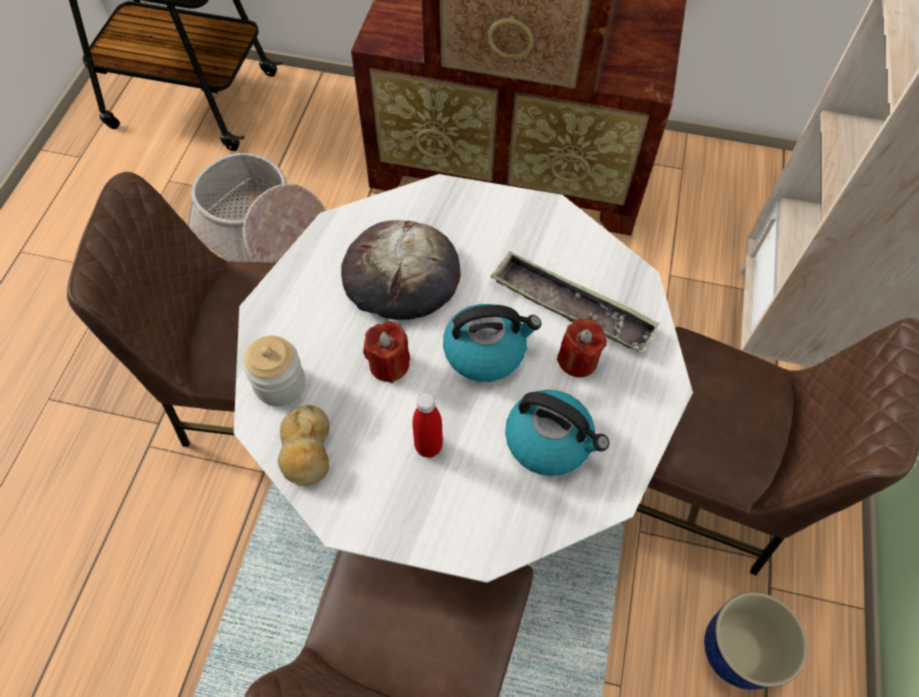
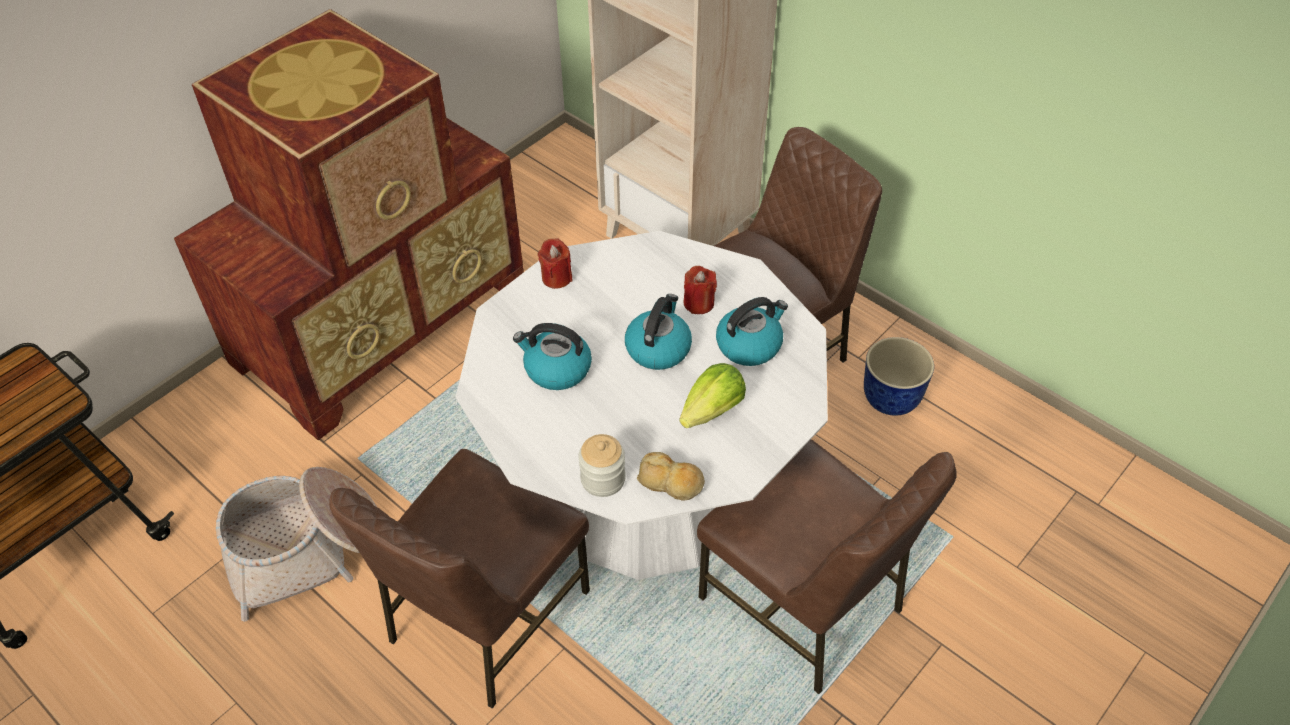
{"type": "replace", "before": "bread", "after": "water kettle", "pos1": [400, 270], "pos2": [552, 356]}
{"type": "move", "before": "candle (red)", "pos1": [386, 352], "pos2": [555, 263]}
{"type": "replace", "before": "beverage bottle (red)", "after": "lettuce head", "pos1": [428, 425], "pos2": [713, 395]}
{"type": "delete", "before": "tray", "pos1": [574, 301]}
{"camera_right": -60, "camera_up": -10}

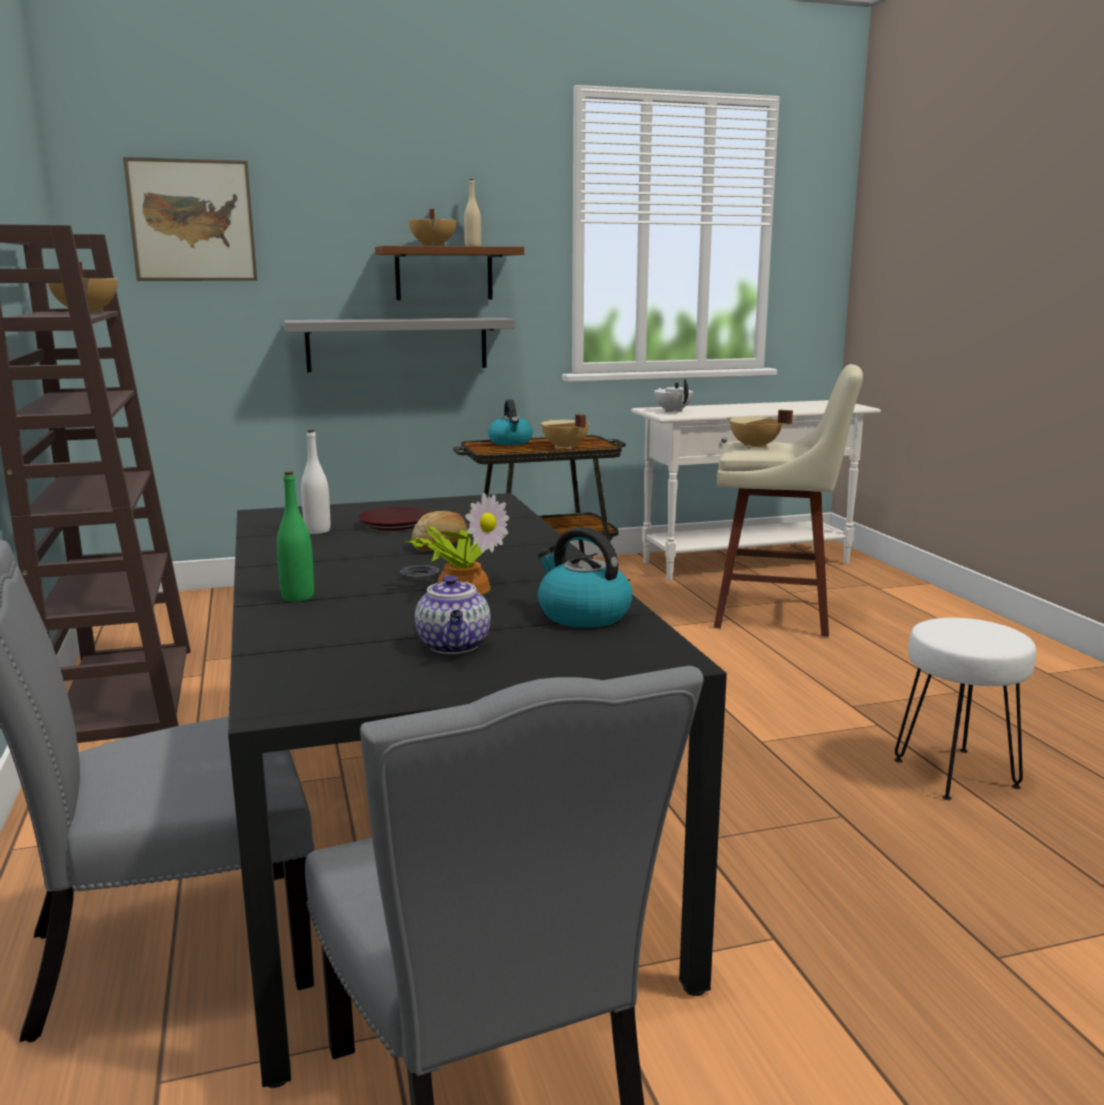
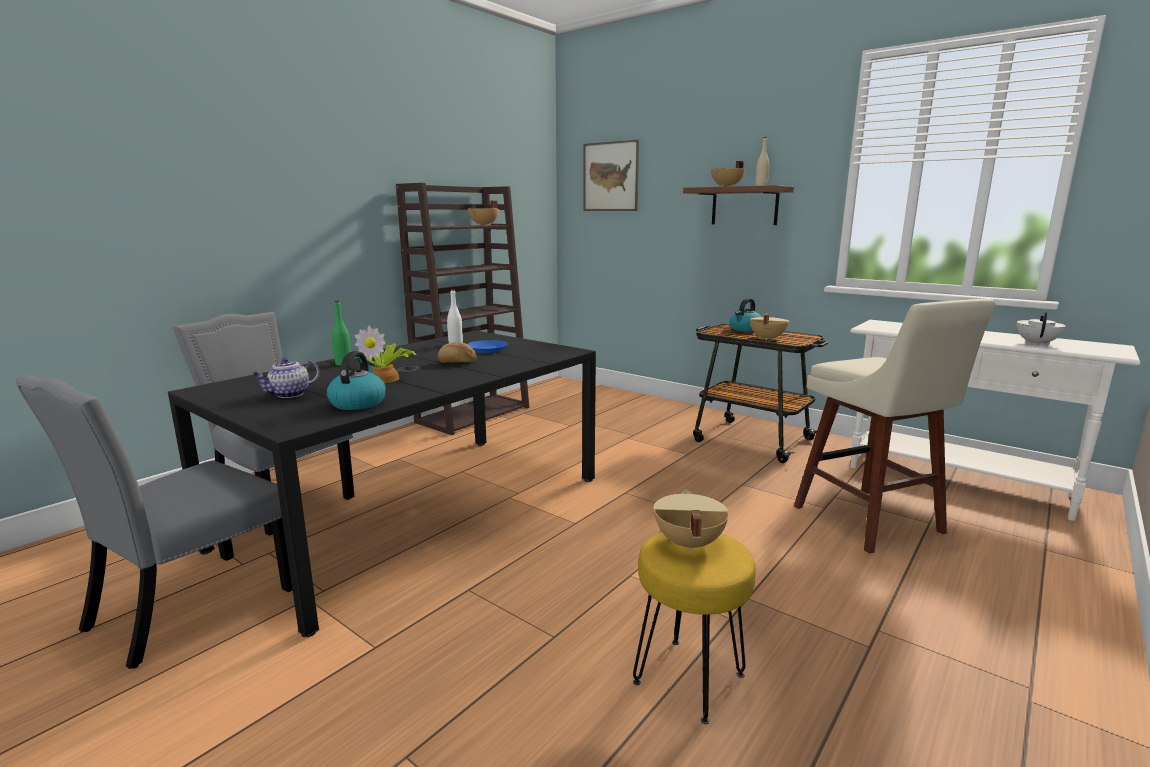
{"type": "delete", "before": "bracket shelf (greyish)", "pos1": [399, 344]}
{"type": "recolor", "before": "flat dish (brownish)", "after": "flat dish (blue-coloured)", "pos1": [393, 519], "pos2": [488, 346]}
{"type": "move", "before": "pot for tea (white-coloured)", "pos1": [673, 396], "pos2": [1041, 329]}
{"type": "move", "before": "saucepot (beige-coloured)", "pos1": [760, 429], "pos2": [691, 521]}
{"type": "recolor", "before": "stool seat (white-coloured)", "after": "stool seat (yellowish)", "pos1": [965, 709], "pos2": [694, 628]}
{"camera_right": 55, "camera_up": 0}

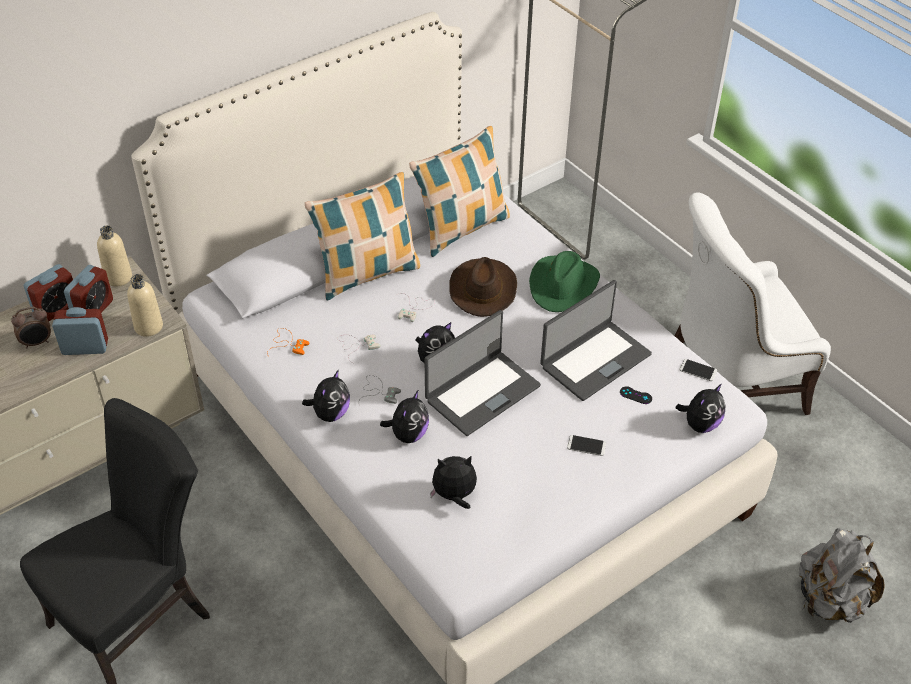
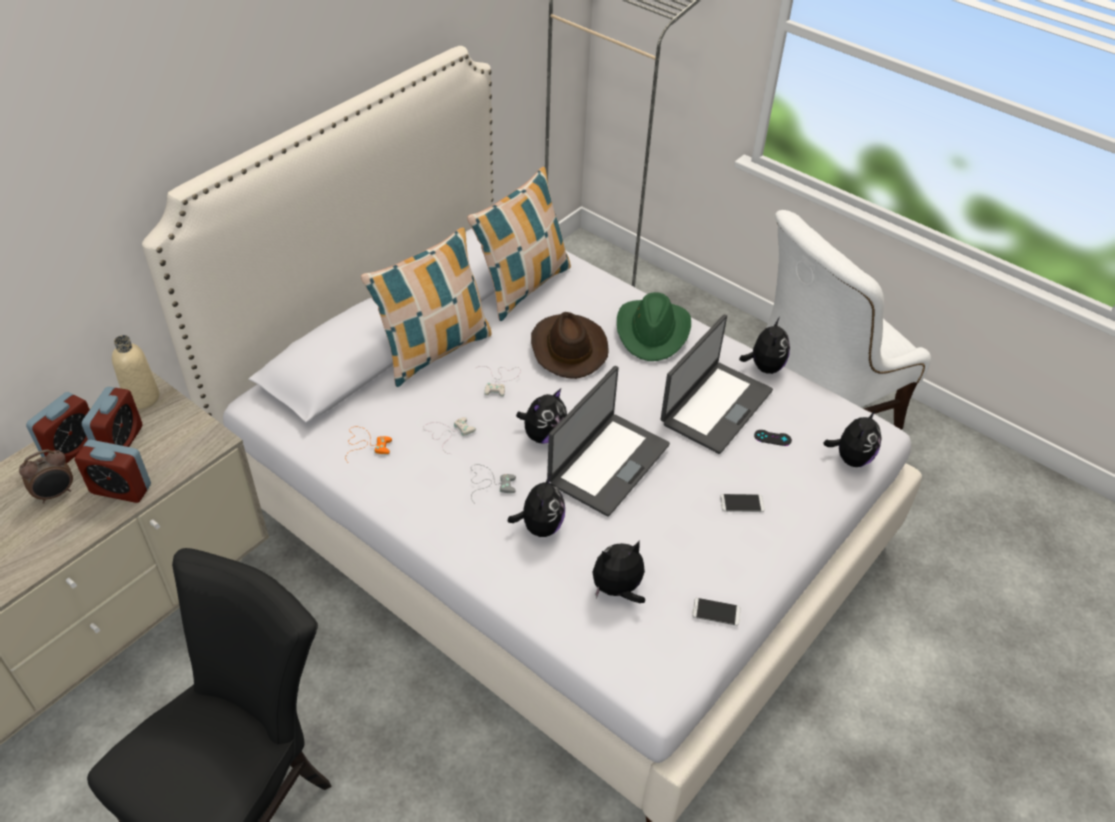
{"type": "rotate", "before": "table clock", "pos1": [80, 331], "pos2": [113, 471], "turn": -150}
{"type": "delete", "before": "beverage bottle (beige-coloured)", "pos1": [145, 305]}
{"type": "move", "before": "plush toy", "pos1": [326, 395], "pos2": [764, 345]}
{"type": "move", "before": "telephone", "pos1": [698, 370], "pos2": [716, 612]}
{"type": "delete", "before": "backpack (greyish)", "pos1": [841, 575]}
{"camera_right": -15, "camera_up": 0}

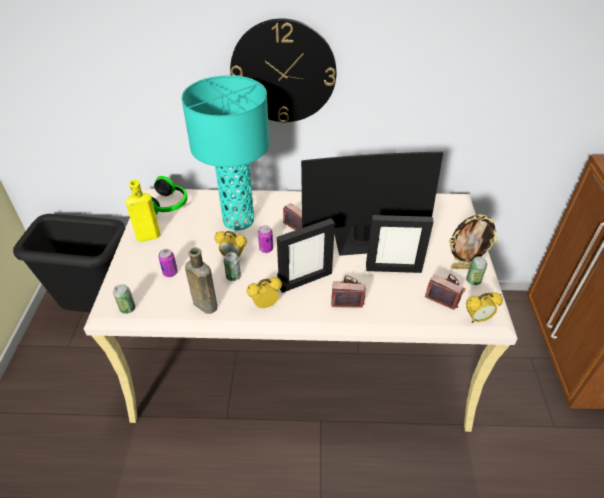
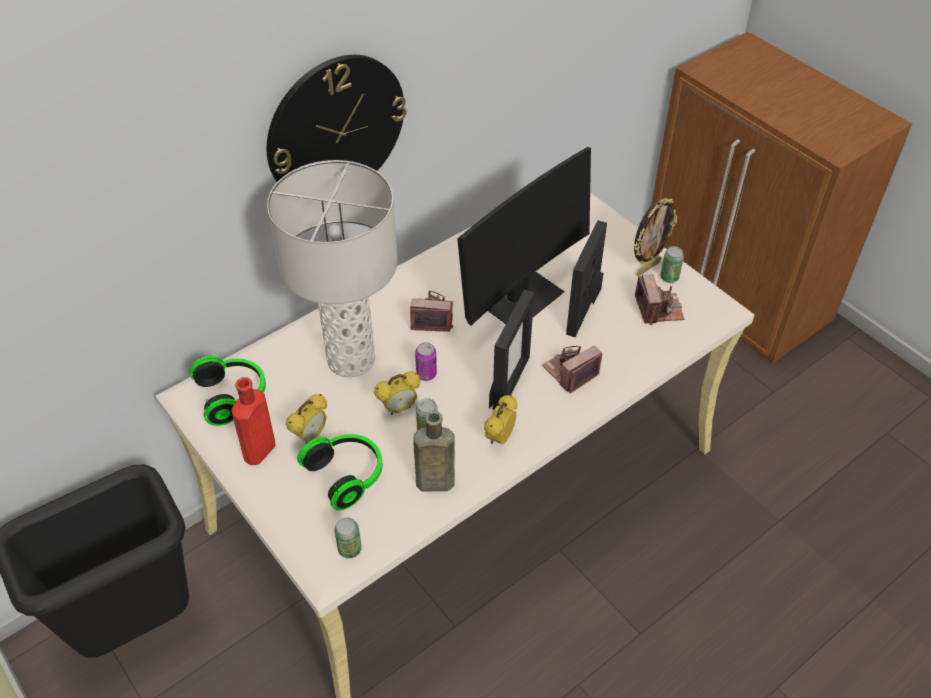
{"type": "recolor", "before": "beverage bottle (yellowish)", "after": "beverage bottle (red)", "pos1": [143, 211], "pos2": [253, 421]}
{"type": "replace", "before": "can", "after": "headphones", "pos1": [168, 263], "pos2": [339, 472]}
{"type": "recolor", "before": "tabletop lamp (turquoise)", "after": "tabletop lamp (white-coloured)", "pos1": [225, 152], "pos2": [332, 268]}
{"type": "rotate", "before": "picture frame", "pos1": [400, 244], "pos2": [586, 278], "turn": 150}
{"type": "rotate", "before": "photo camera", "pos1": [445, 292], "pos2": [659, 299], "turn": 90}
{"type": "move", "before": "table clock", "pos1": [484, 307], "pos2": [306, 419]}
{"camera_right": -40, "camera_up": 5}

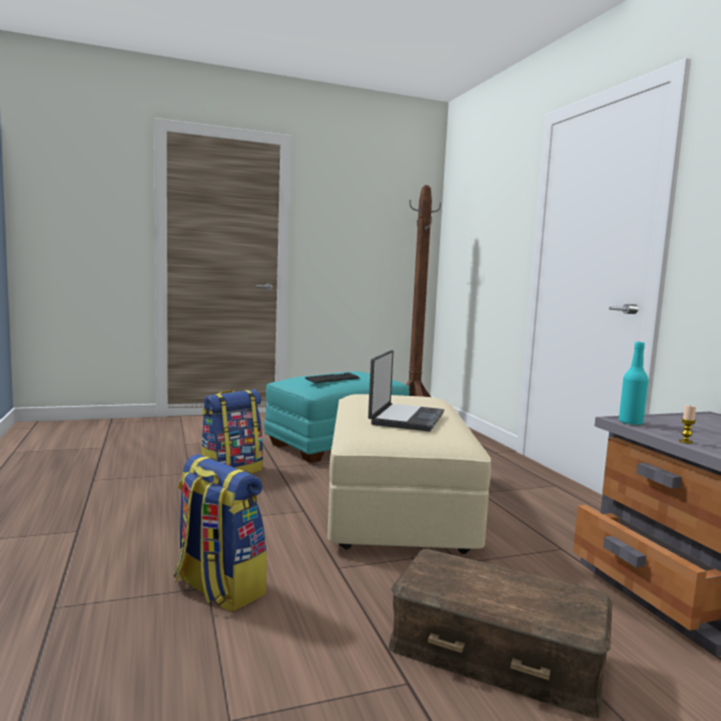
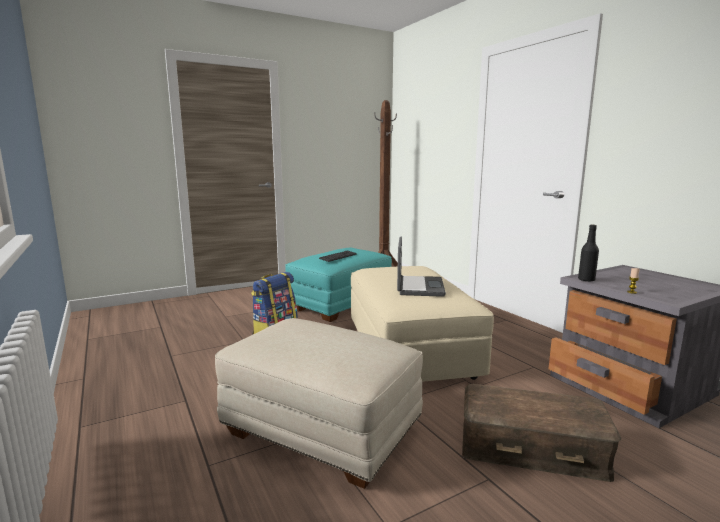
{"type": "replace", "before": "backpack", "after": "ottoman (beige-coloured)", "pos1": [220, 533], "pos2": [319, 403]}
{"type": "recolor", "before": "beverage bottle (turquoise)", "after": "beverage bottle (blackish)", "pos1": [633, 383], "pos2": [588, 253]}
{"camera_right": -10, "camera_up": 5}

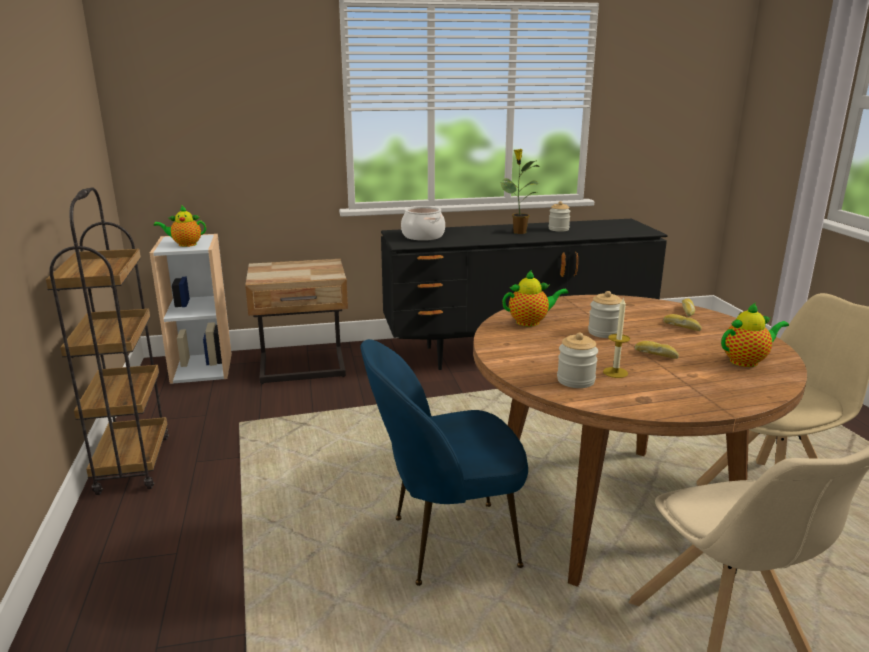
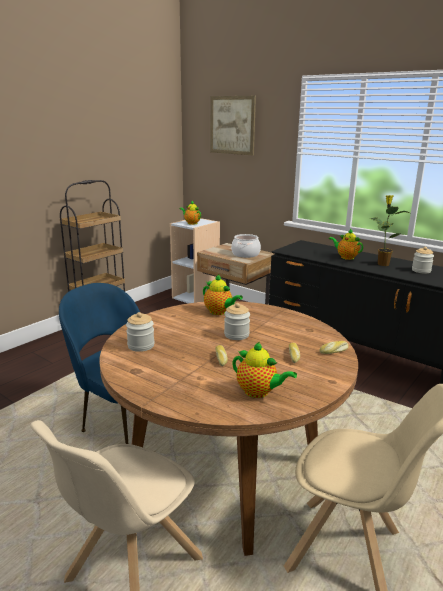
{"type": "move", "before": "saucepot", "pos1": [423, 223], "pos2": [246, 246]}
{"type": "delete", "before": "candle", "pos1": [616, 337]}
{"type": "insert", "after": "picture", "pos2": [233, 125]}
{"type": "insert", "after": "pot for tea", "pos2": [346, 244]}
{"camera_right": 50, "camera_up": 0}

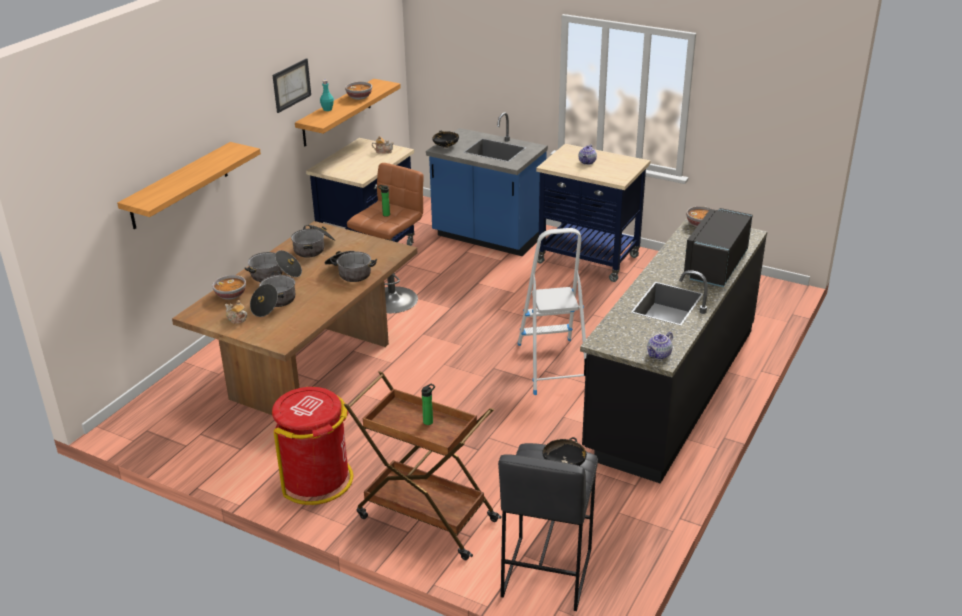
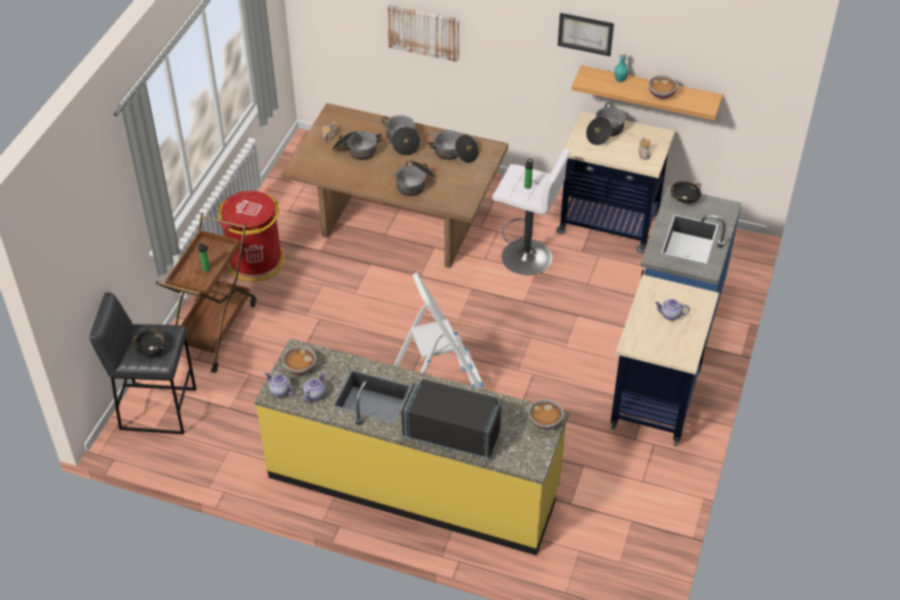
{"type": "replace", "before": "bracket shelf", "after": "picture", "pos1": [189, 185], "pos2": [423, 33]}
{"type": "move", "before": "bowl", "pos1": [229, 287], "pos2": [299, 360]}
{"type": "recolor", "before": "stool seat (brownish)", "after": "stool seat (white-coloured)", "pos1": [385, 238], "pos2": [531, 212]}
{"type": "recolor", "before": "kitchen counter (blackish)", "after": "kitchen counter (yellowish)", "pos1": [673, 350], "pos2": [411, 446]}
{"type": "insert", "after": "pot for tea", "pos2": [314, 387]}
{"type": "insert", "after": "saucepot", "pos2": [606, 124]}
{"camera_right": 80, "camera_up": 15}

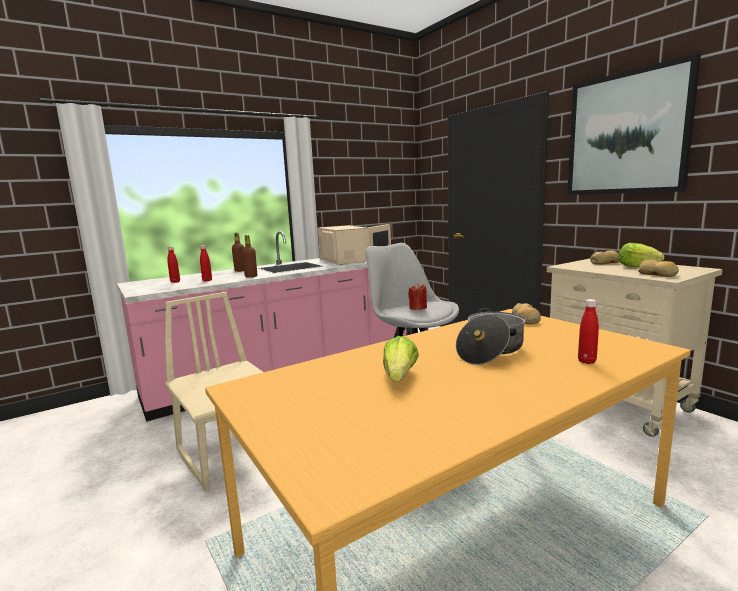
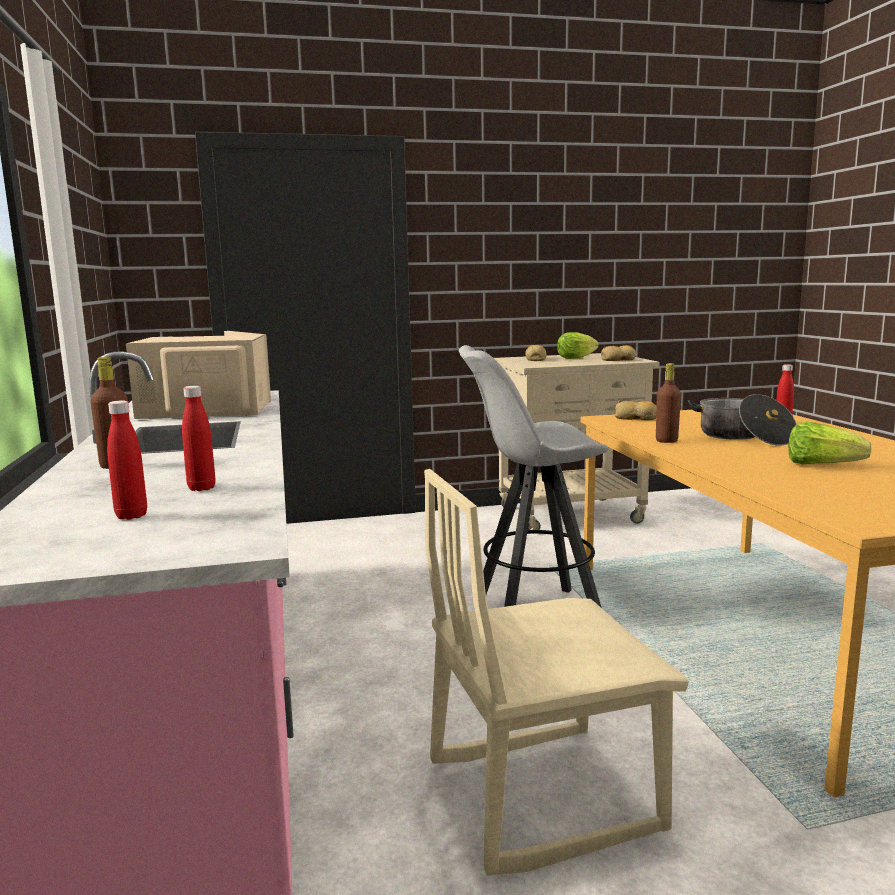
{"type": "move", "before": "beverage bottle (brownish)", "pos1": [249, 256], "pos2": [668, 403]}
{"type": "delete", "before": "candle (red)", "pos1": [417, 296]}
{"type": "delete", "before": "picture", "pos1": [634, 124]}
{"camera_right": -70, "camera_up": 0}

